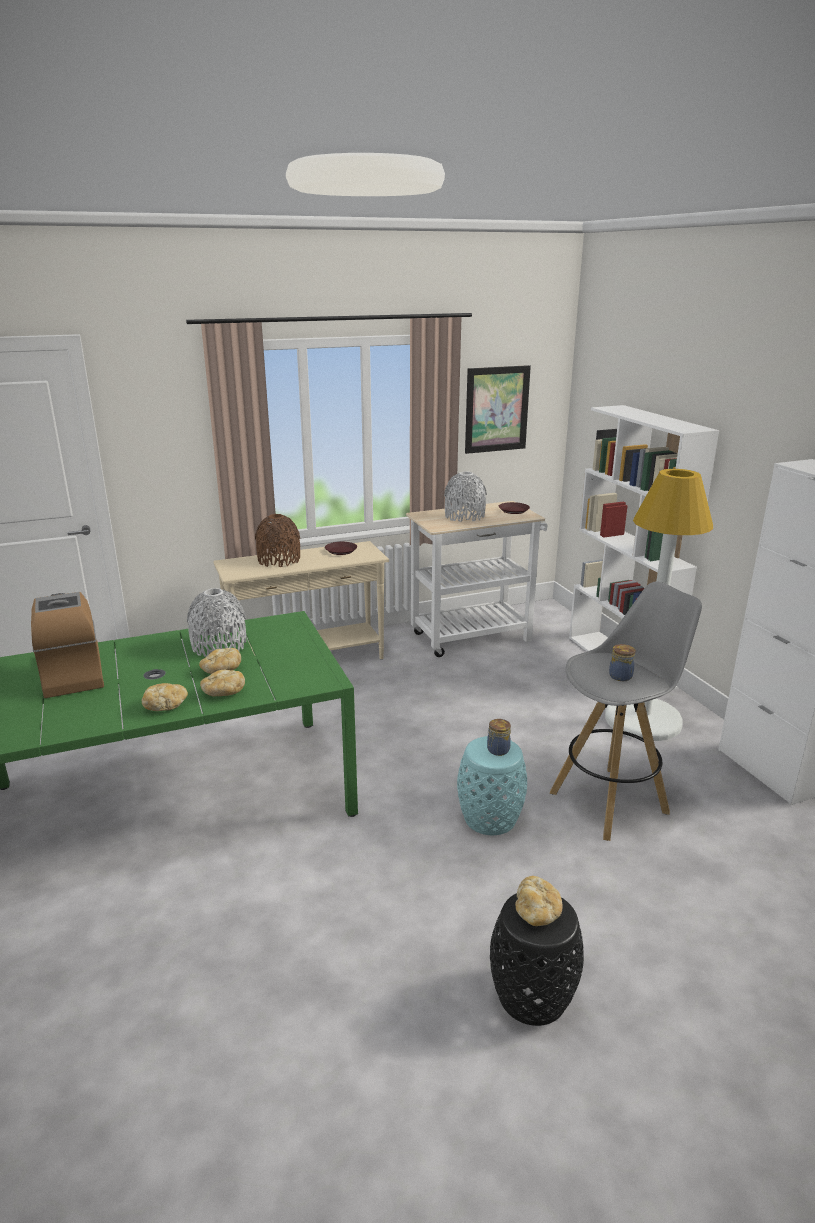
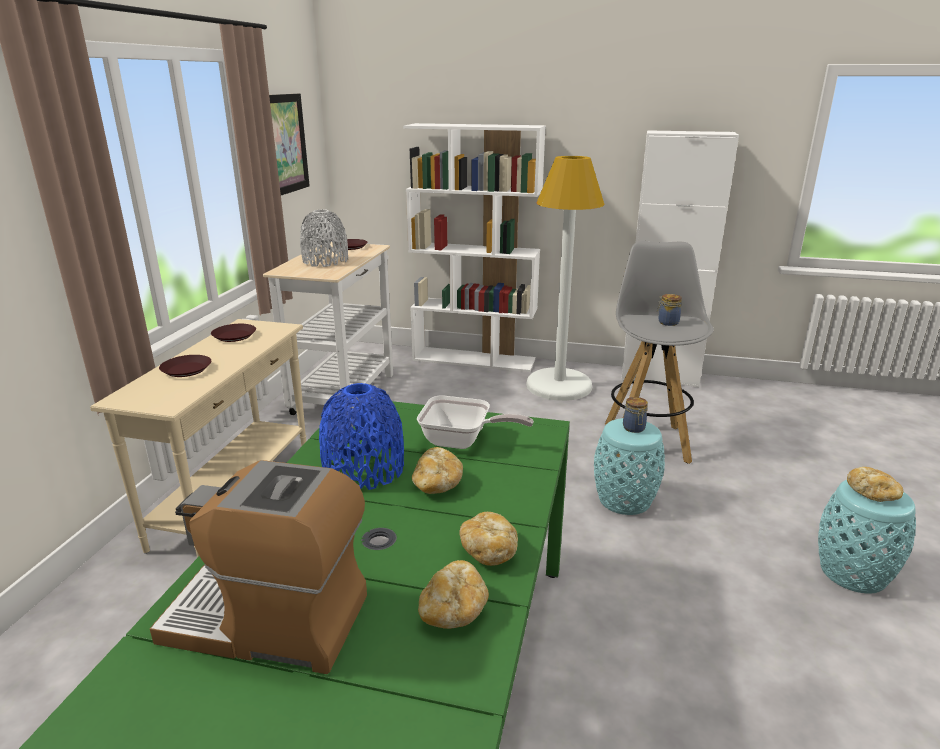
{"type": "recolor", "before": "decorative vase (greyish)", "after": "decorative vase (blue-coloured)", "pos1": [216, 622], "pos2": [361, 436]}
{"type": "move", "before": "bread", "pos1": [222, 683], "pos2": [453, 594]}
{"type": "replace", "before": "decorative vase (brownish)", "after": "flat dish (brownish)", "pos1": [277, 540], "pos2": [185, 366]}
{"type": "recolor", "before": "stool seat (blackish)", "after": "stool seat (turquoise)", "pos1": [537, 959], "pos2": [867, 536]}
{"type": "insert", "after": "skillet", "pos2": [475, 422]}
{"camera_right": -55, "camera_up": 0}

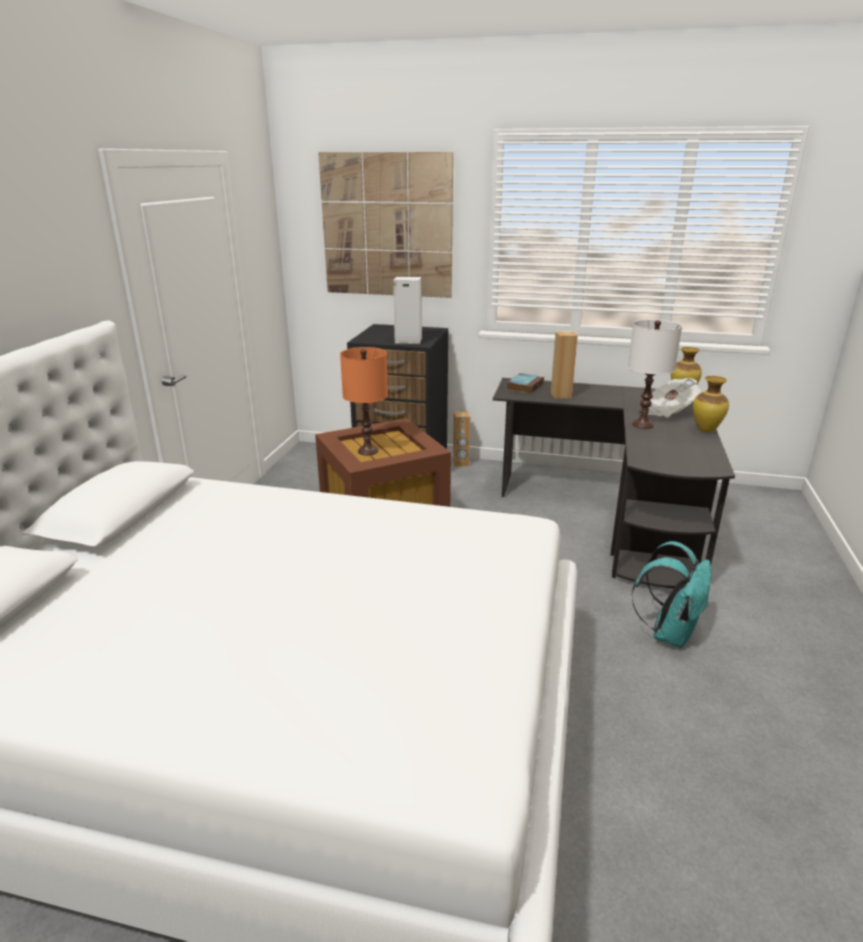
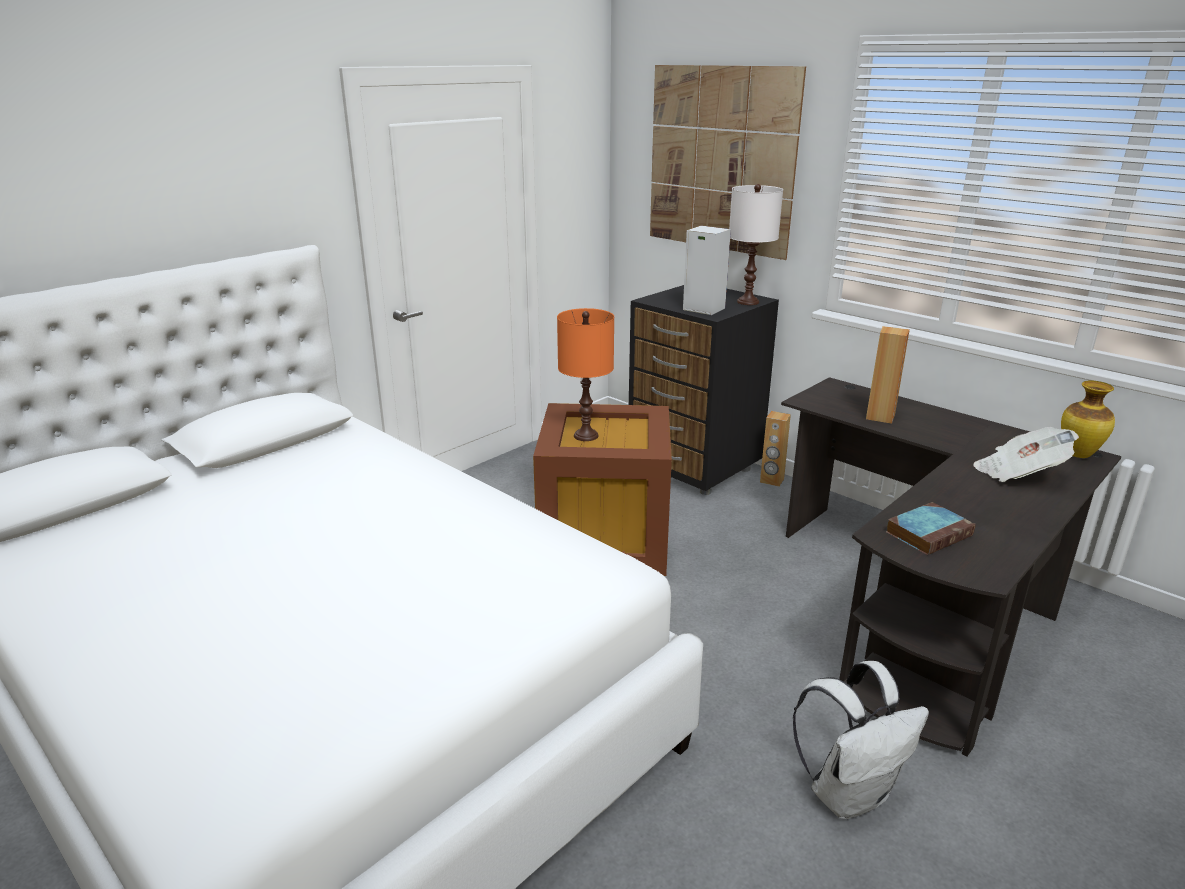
{"type": "move", "before": "book", "pos1": [525, 383], "pos2": [931, 528]}
{"type": "move", "before": "tabletop lamp (white-coloured)", "pos1": [655, 374], "pos2": [756, 244]}
{"type": "recolor", "before": "backpack (turquoise)", "after": "backpack (white-coloured)", "pos1": [671, 594], "pos2": [861, 740]}
{"type": "delete", "before": "decorative vase", "pos1": [711, 404]}
{"camera_right": 30, "camera_up": 0}

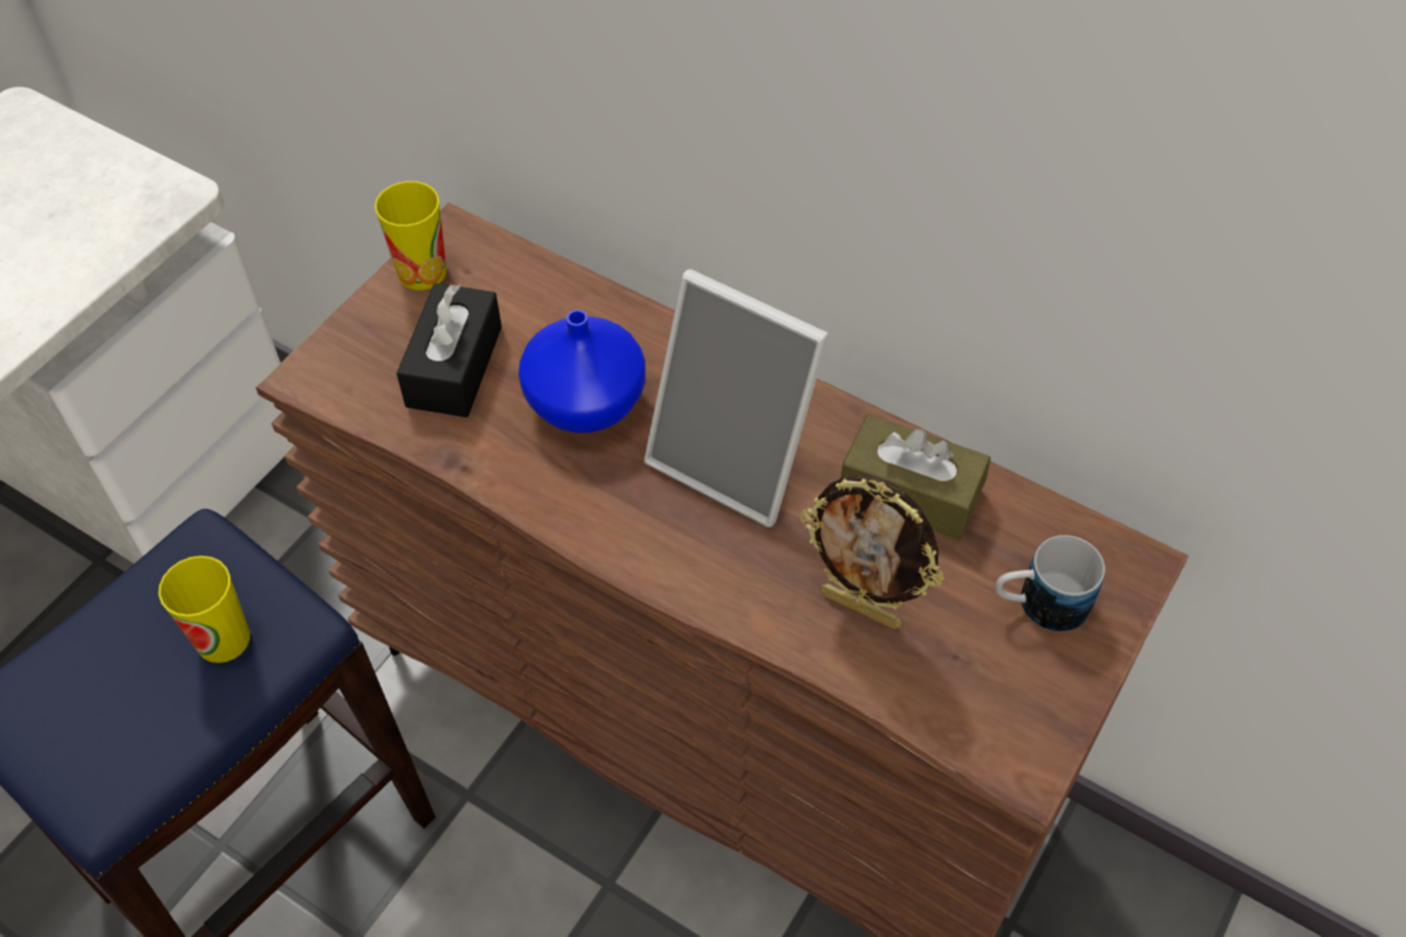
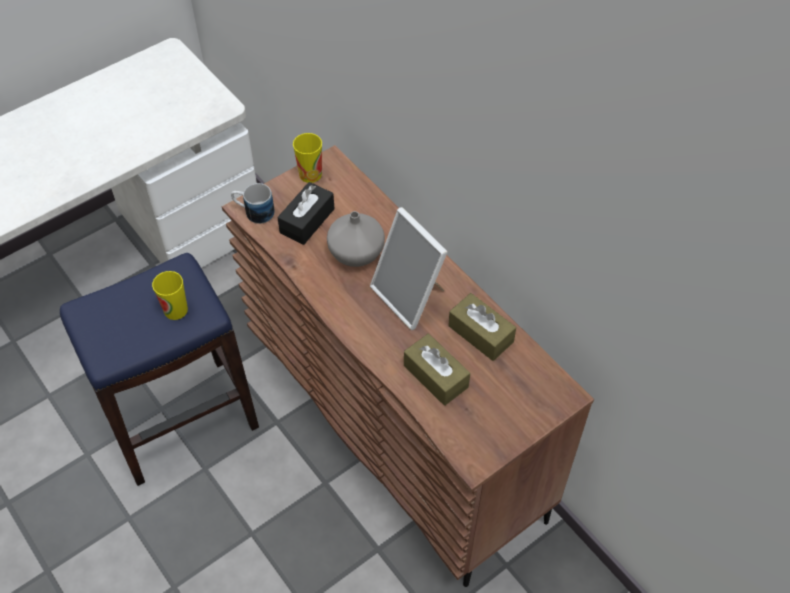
{"type": "recolor", "before": "decorative vase (blue-coloured)", "after": "decorative vase (greyish)", "pos1": [582, 371], "pos2": [356, 239]}
{"type": "replace", "before": "picture frame", "after": "tissue holder (brownish)", "pos1": [872, 552], "pos2": [437, 370]}
{"type": "move", "before": "tea mug", "pos1": [1050, 583], "pos2": [253, 203]}
{"camera_right": 20, "camera_up": 0}

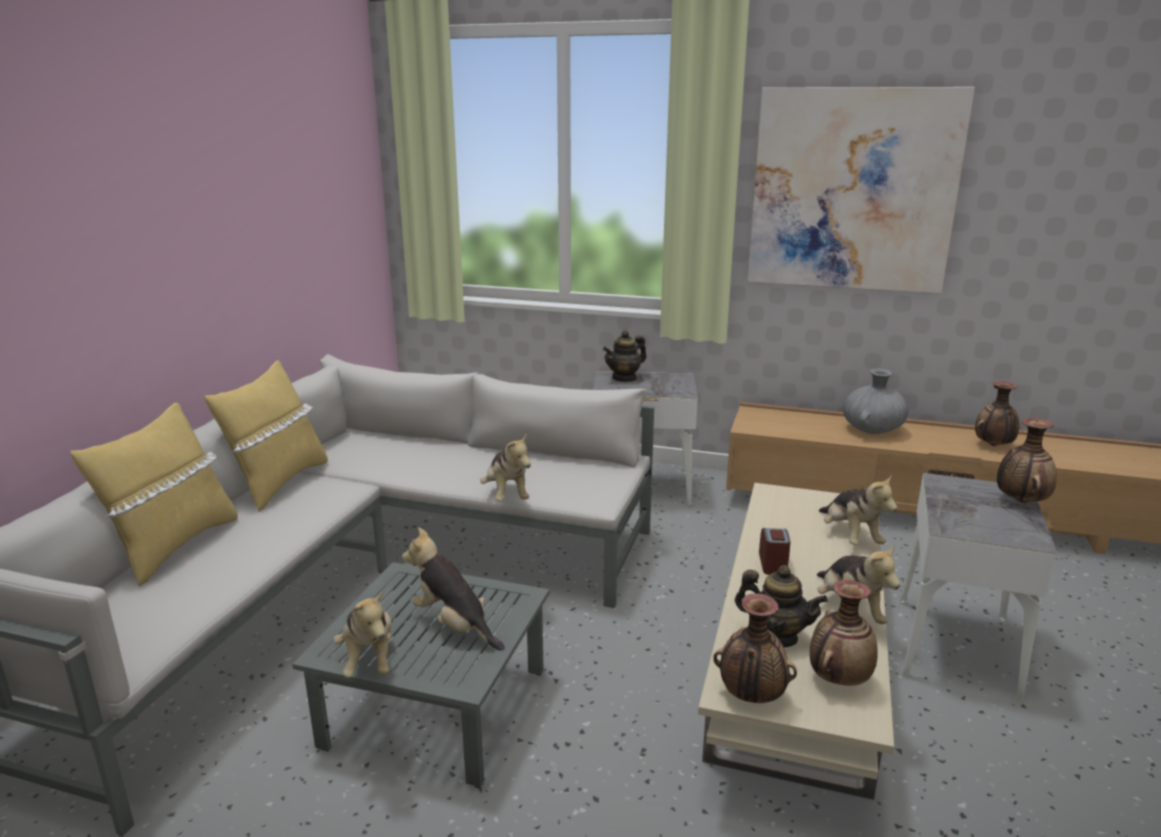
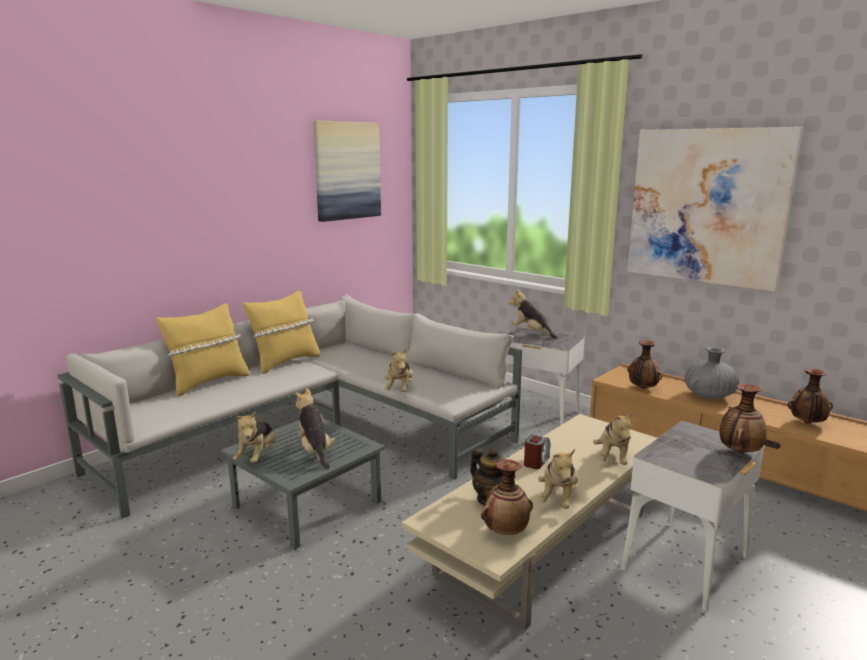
{"type": "replace", "before": "pot for tea", "after": "plush toy", "pos1": [625, 356], "pos2": [533, 314]}
{"type": "move", "before": "decorative vase", "pos1": [755, 648], "pos2": [644, 364]}
{"type": "insert", "after": "picture", "pos2": [347, 171]}
{"camera_right": 25, "camera_up": -5}

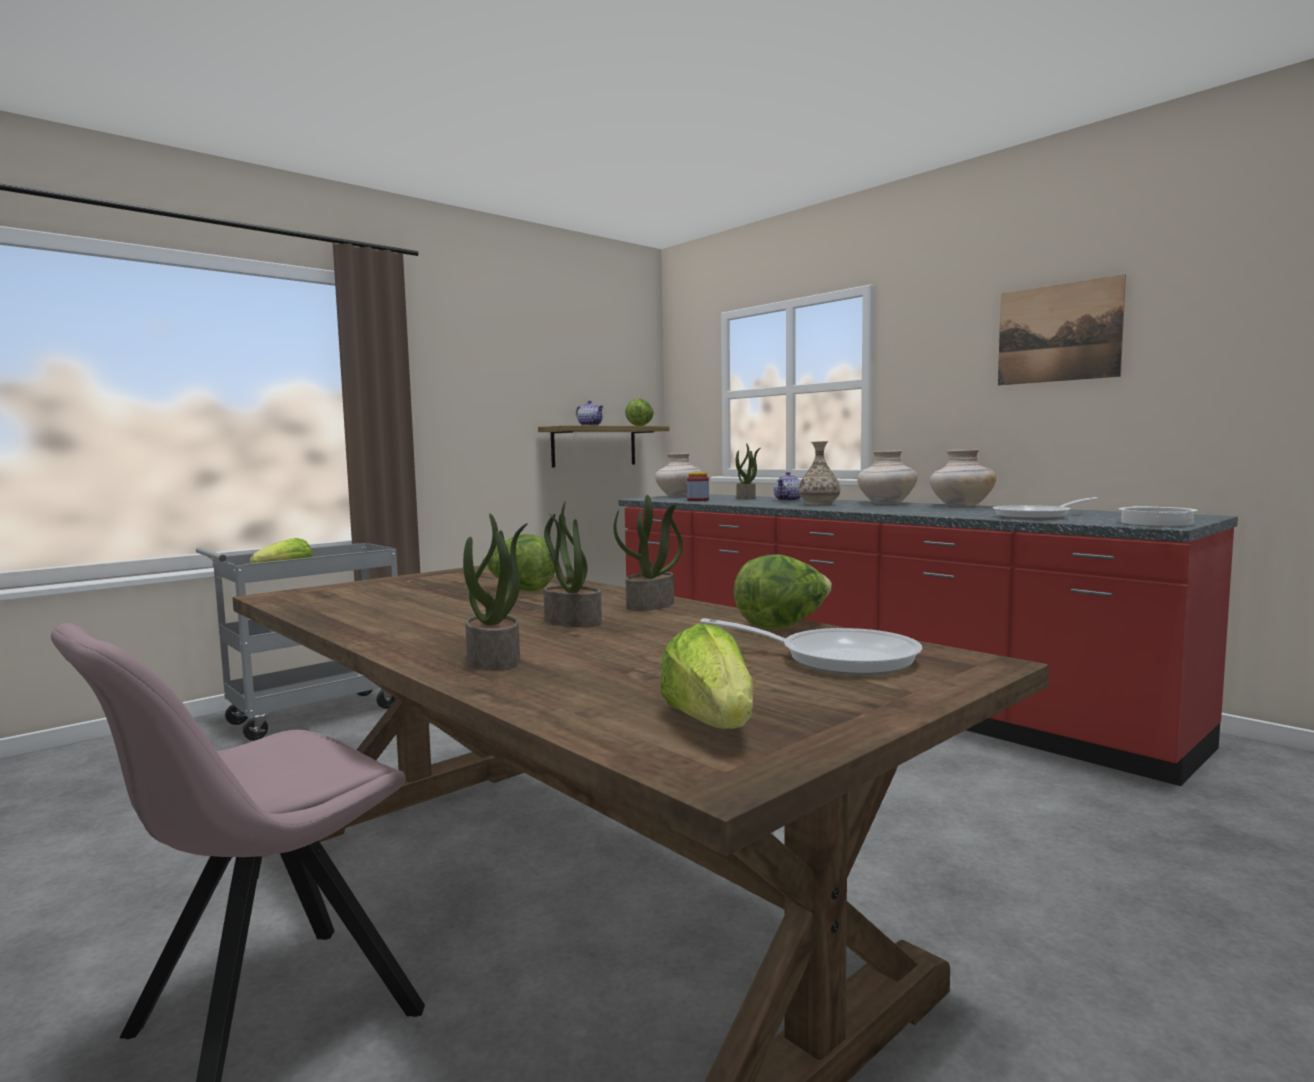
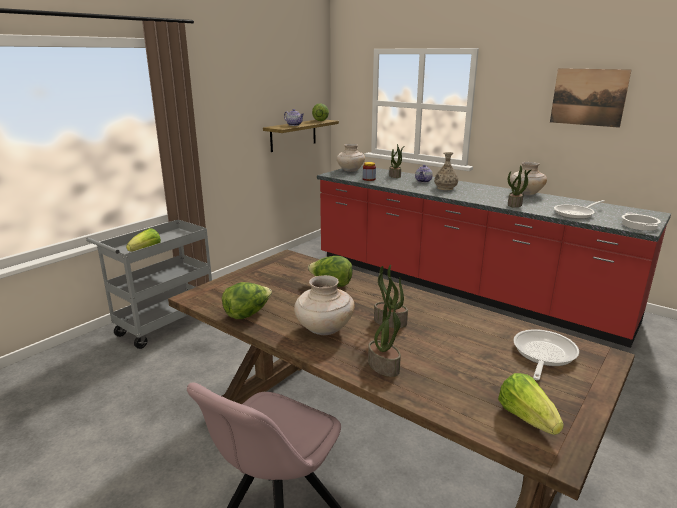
{"type": "move", "before": "plant in a pot", "pos1": [648, 553], "pos2": [519, 186]}
{"type": "rotate", "before": "skillet", "pos1": [811, 647], "pos2": [546, 354], "turn": -75}
{"type": "move", "before": "lettuce head", "pos1": [783, 591], "pos2": [247, 300]}
{"type": "move", "before": "decorative vase (beige-coloured)", "pos1": [887, 477], "pos2": [324, 305]}
{"camera_right": -10, "camera_up": 15}

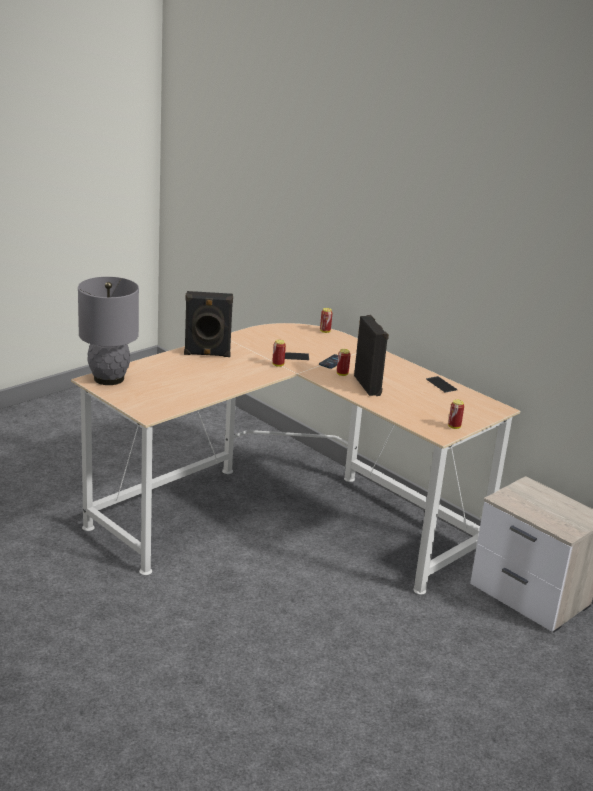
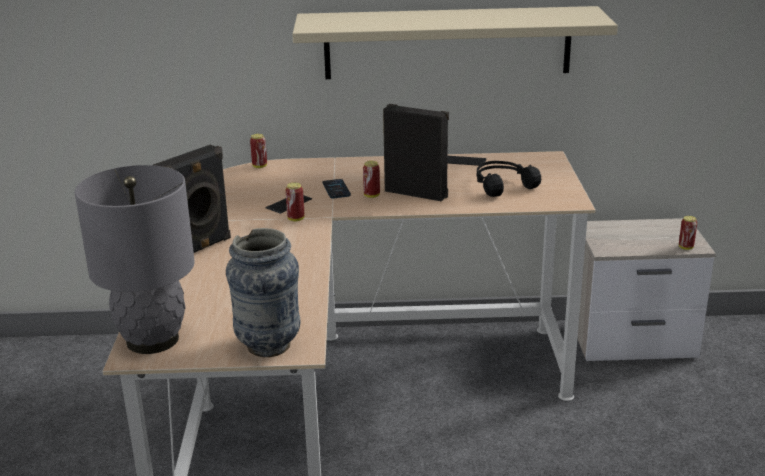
{"type": "move", "before": "can", "pos1": [456, 414], "pos2": [688, 233]}
{"type": "insert", "after": "decorative vase", "pos2": [263, 292]}
{"type": "insert", "after": "bracket shelf (beige-coloured)", "pos2": [455, 42]}
{"type": "insert", "after": "headphones (blackish)", "pos2": [509, 179]}
{"camera_right": -45, "camera_up": 0}

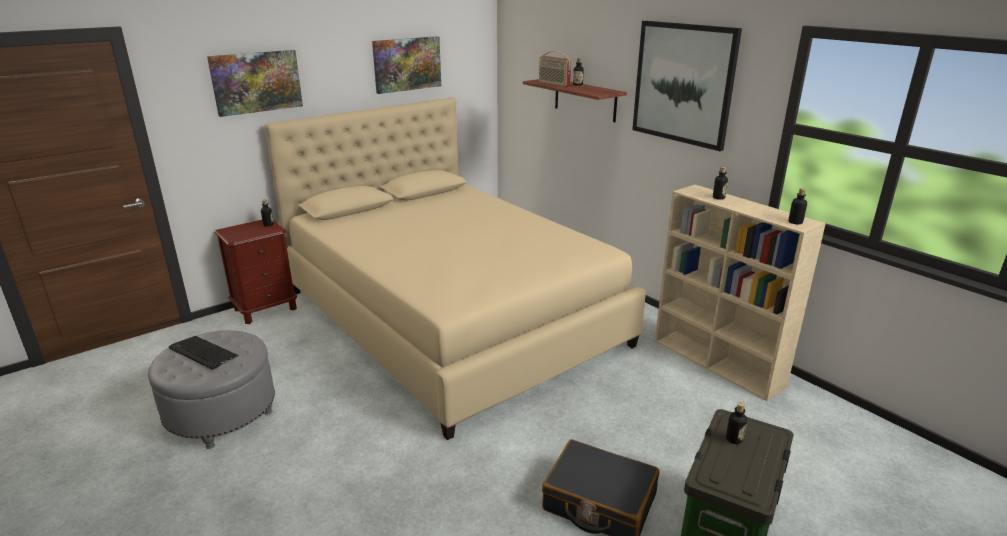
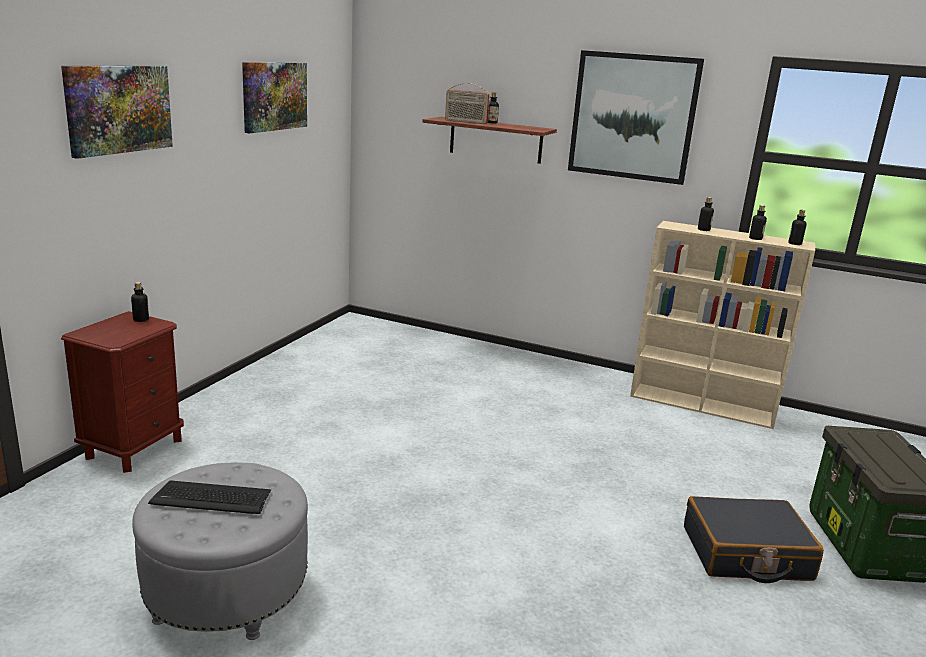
{"type": "delete", "before": "bedroom bed (beige-coloured)", "pos1": [455, 268]}
{"type": "move", "before": "beverage bottle", "pos1": [736, 423], "pos2": [758, 222]}
{"camera_right": -30, "camera_up": -5}

